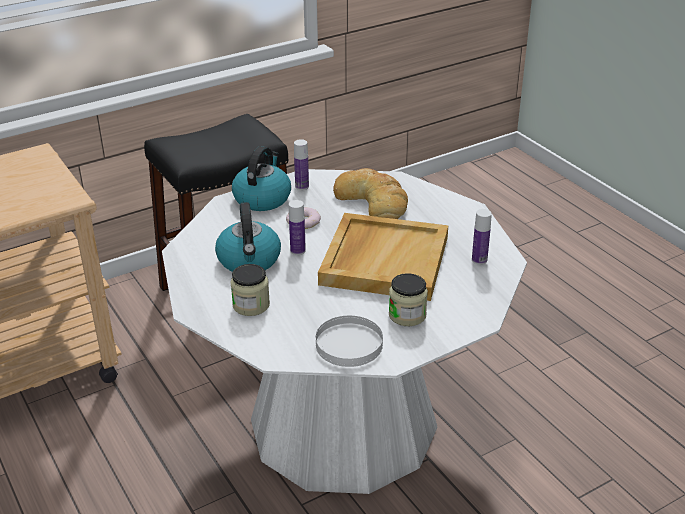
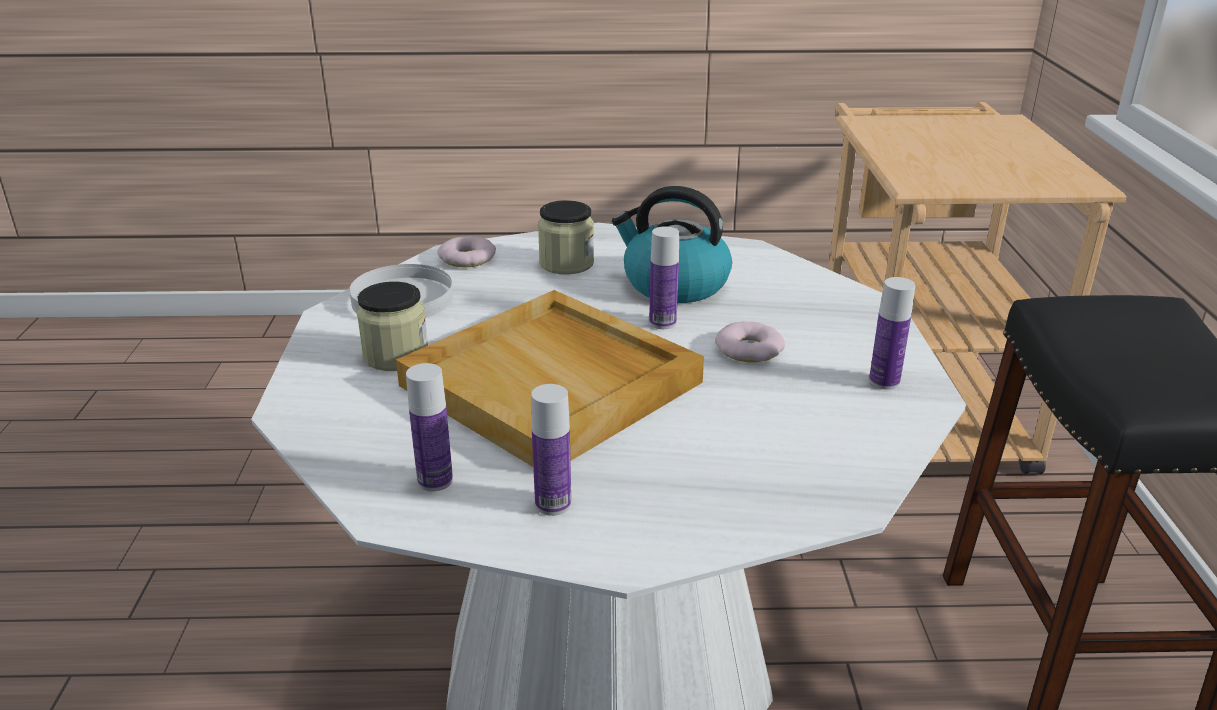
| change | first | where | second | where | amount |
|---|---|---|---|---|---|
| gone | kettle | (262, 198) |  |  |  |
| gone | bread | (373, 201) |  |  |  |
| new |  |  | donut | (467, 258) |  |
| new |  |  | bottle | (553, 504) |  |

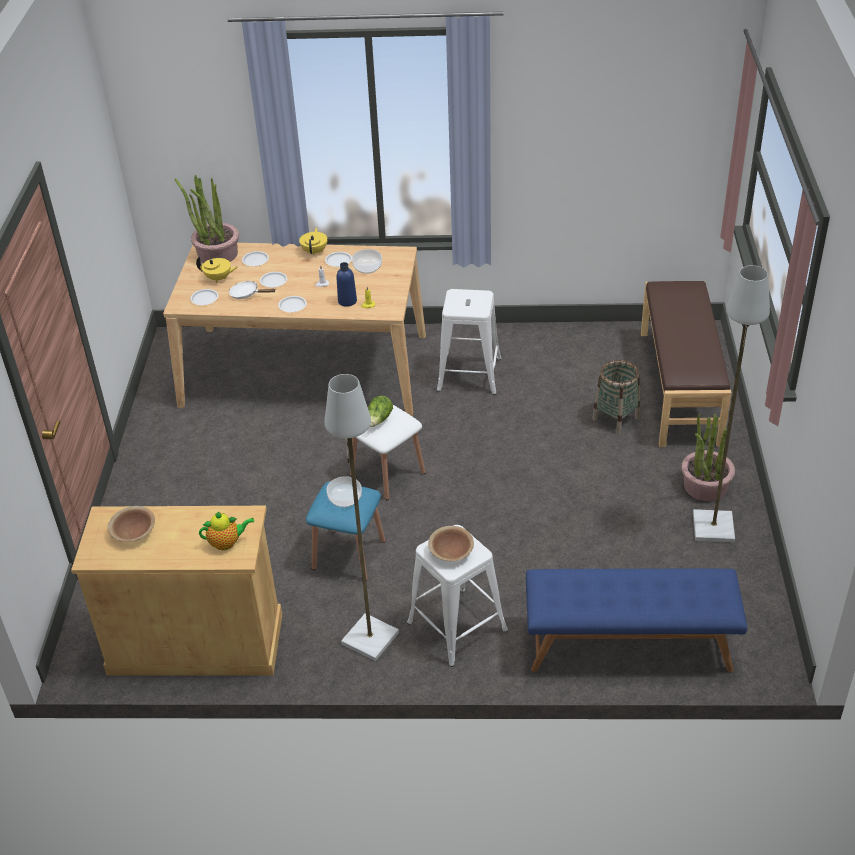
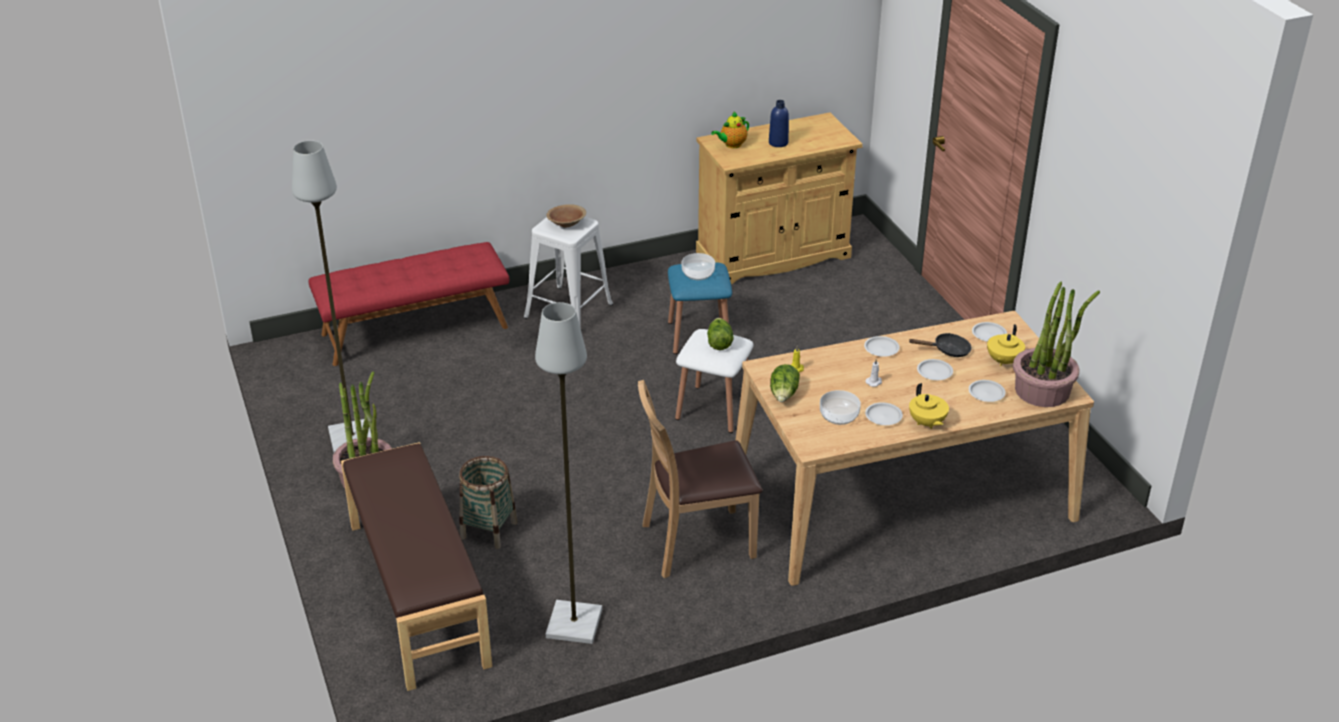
| change | first | where | second | where | amount |
|---|---|---|---|---|---|
| gone | bowl (brown) | (134, 533) |  |  |  |
| rotated | teapot (yellow) | (218, 278) |  | (1003, 361) | 45 degrees counterclockwise |
| repainted | frying pan (white) | (247, 294) | frying pan (black) | (947, 350) |  |
| shifted | floor lamp (grey) | (370, 639) |  | (573, 623) |  |
| shifted | bottle (blue) | (347, 301) |  | (778, 143) |  |
| swapped | stool (white) | (469, 374) | chair (brown) | (697, 542) |  |
| repainted | bench (blue) | (628, 646) | bench (red) | (414, 330) |  |
| new |  |  | lettuce | (784, 394) |  |

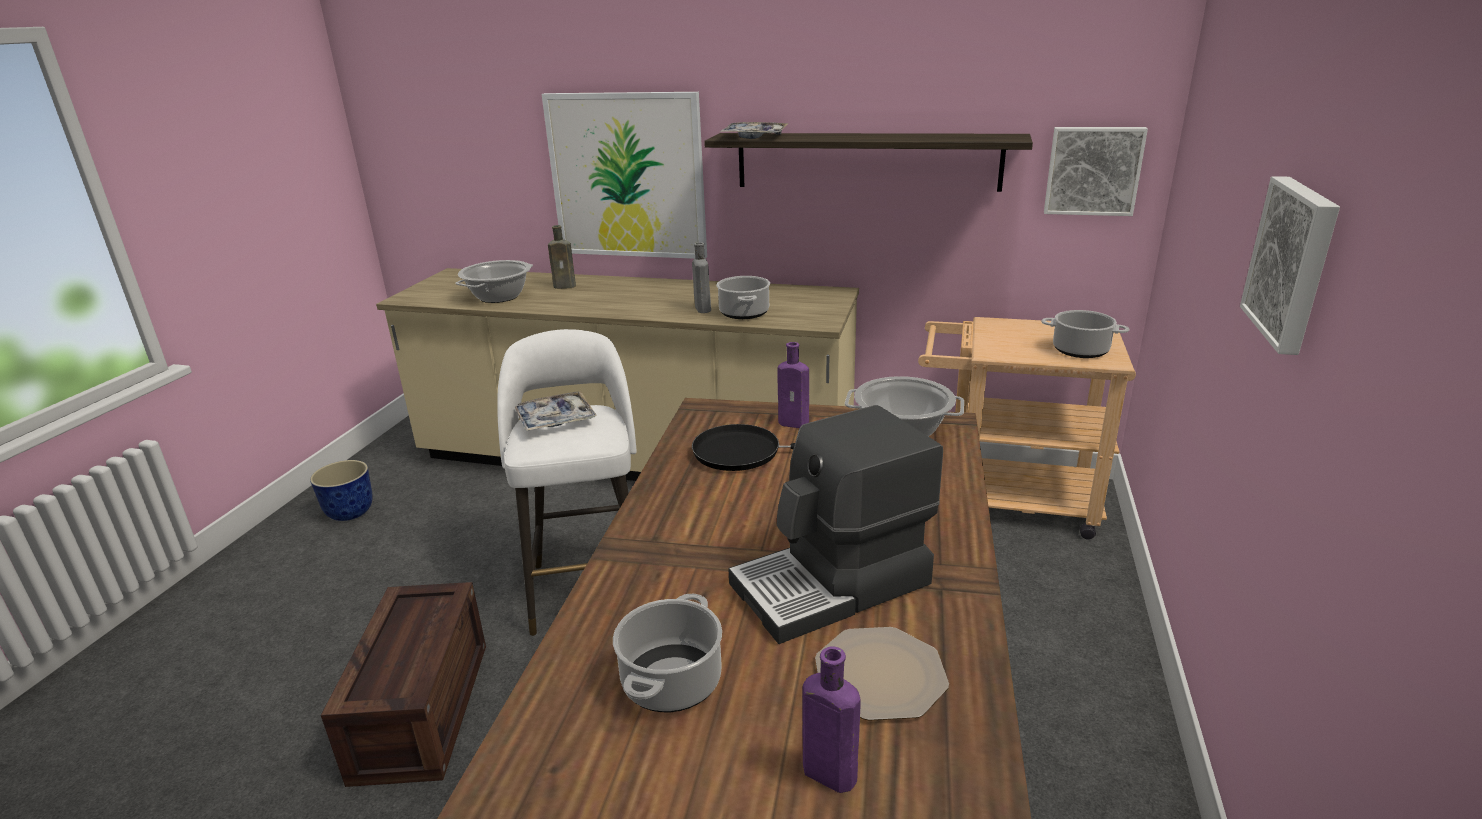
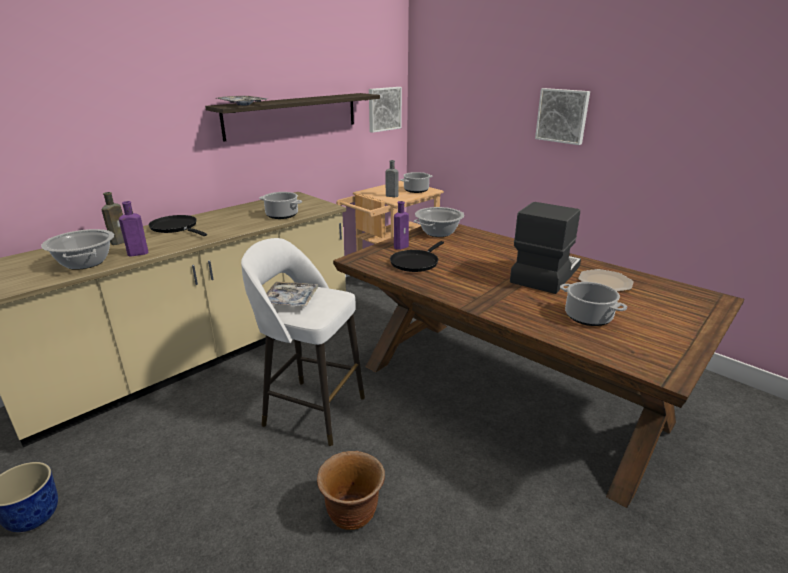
| change | first | where | second | where | amount |
|---|---|---|---|---|---|
| swapped | crate | (420, 708) | planter (brown) | (352, 514) |  |
| gone | picture | (627, 176) |  |  |  |
| shifted | bottle (grey) | (702, 308) |  | (391, 196) |  |
| rotated | coffee machine | (833, 585) |  | (544, 274) | 150 degrees counterclockwise |
| shifted | bottle (purple) | (825, 772) |  | (136, 254) |  |
| new |  |  | frying pan (black) | (176, 227) |  |

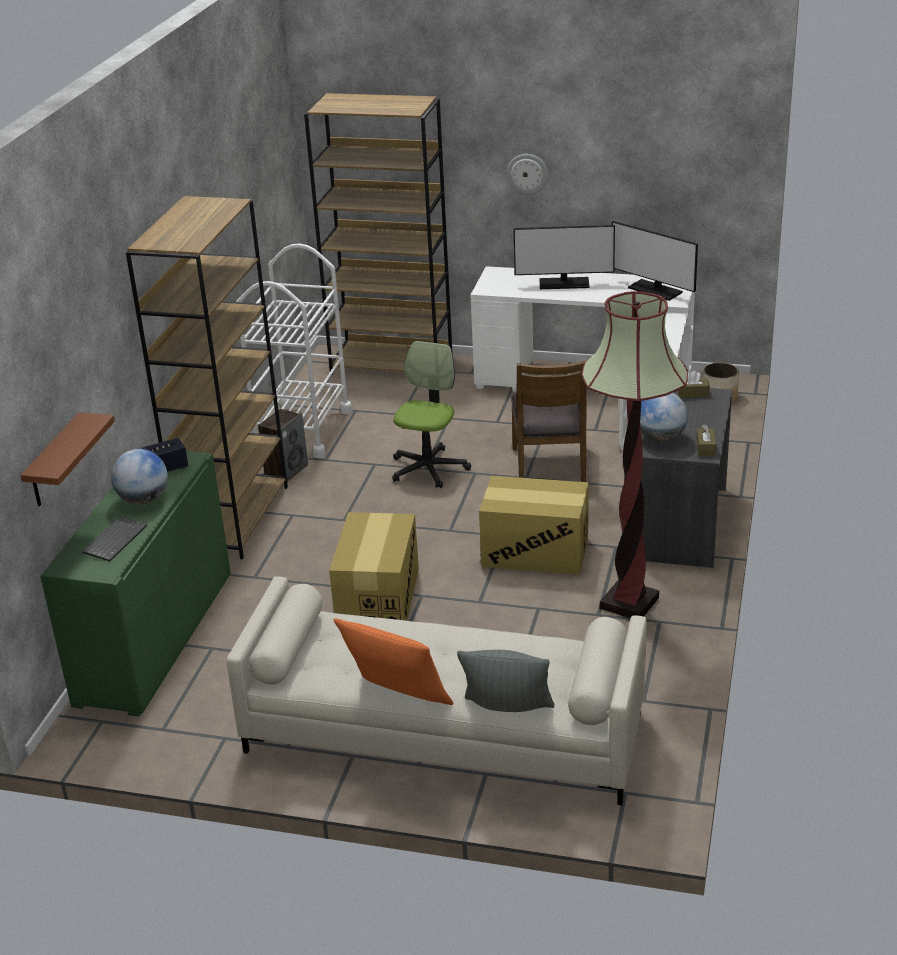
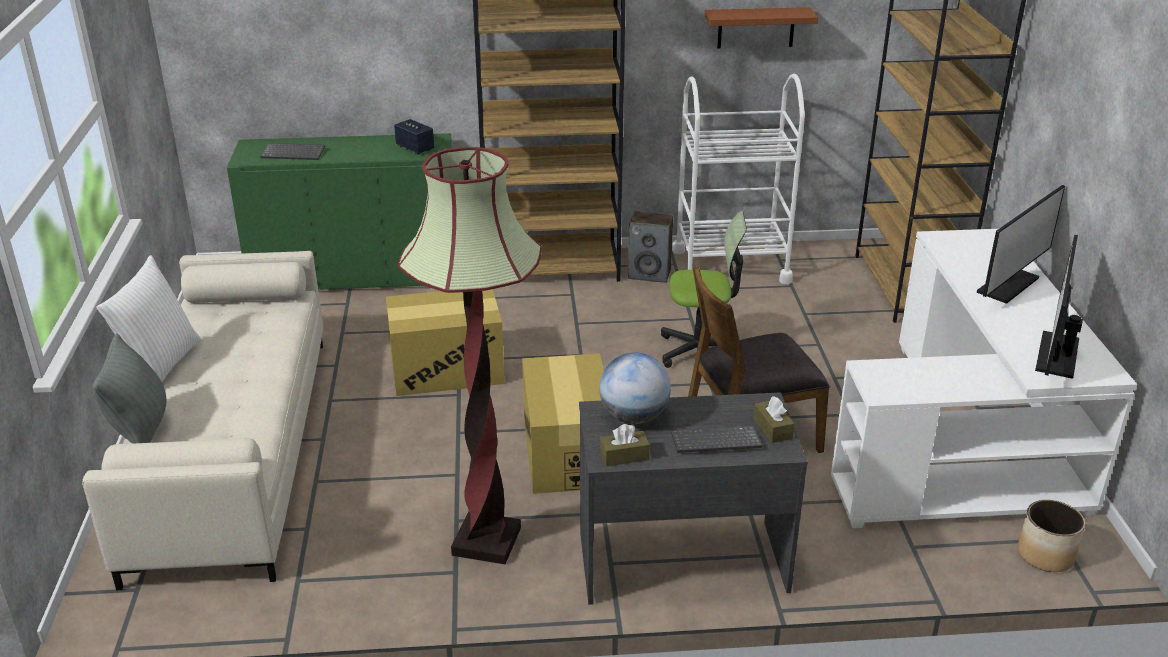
| change | first | where | second | where | amount |
|---|---|---|---|---|---|
| shifted | shelf (brown) | (54, 462) |  | (756, 27) |  |
| gone | globe | (143, 500) |  |  |  |
| repainted | pillow (orange) | (397, 701) | pillow (white) | (160, 365) |  |
| gone | wall clock | (527, 173) |  |  |  |
| rotated | monitor | (564, 284) |  | (1007, 285) | 120 degrees counterclockwise |
| new |  |  | keyboard | (714, 442) |  |

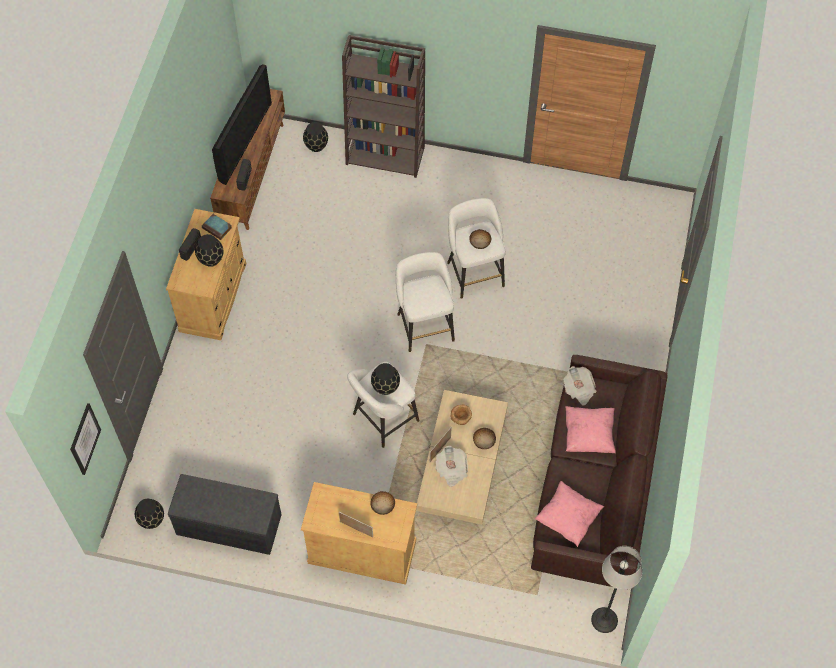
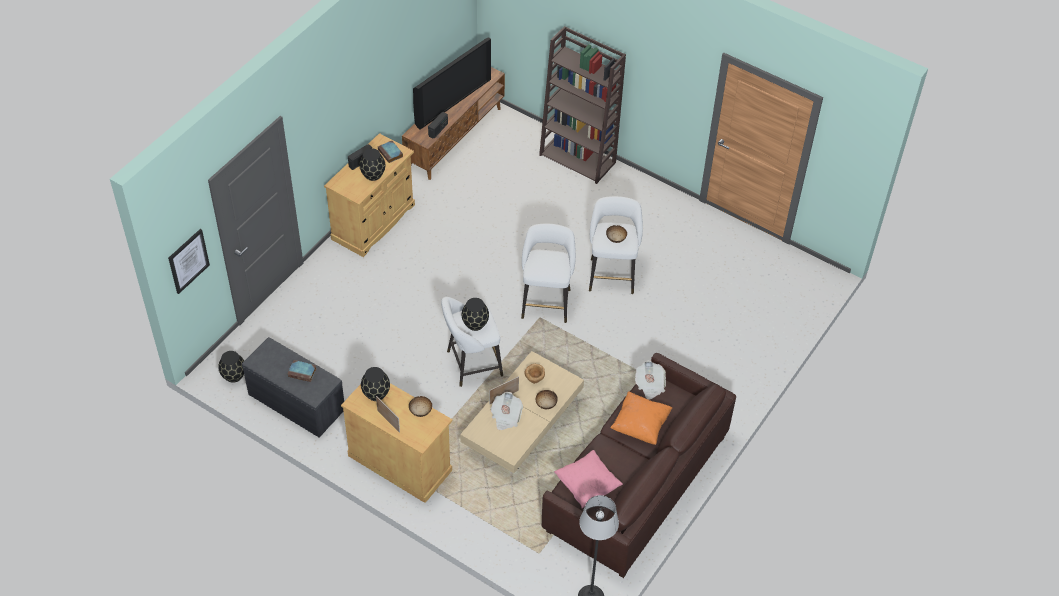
| change | first | where | second | where | amount |
|---|---|---|---|---|---|
| shifted | vase (black) | (316, 145) |  | (376, 393) |  |
| repainted | pillow (pink) | (588, 435) | pillow (orange) | (640, 425) |  |
| new |  |  | book | (303, 372) |  |

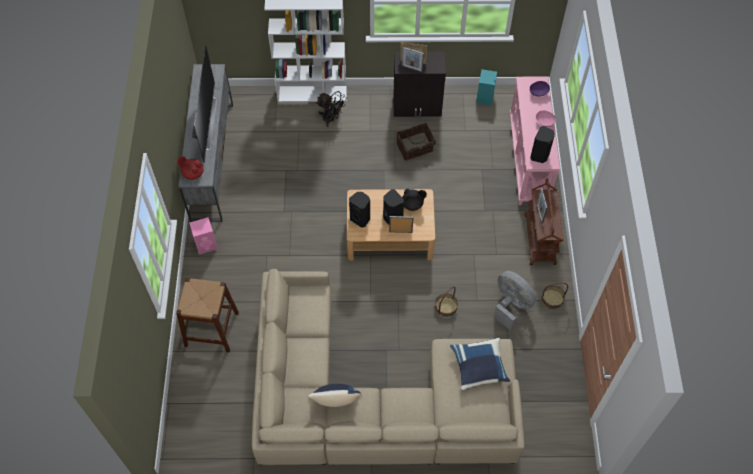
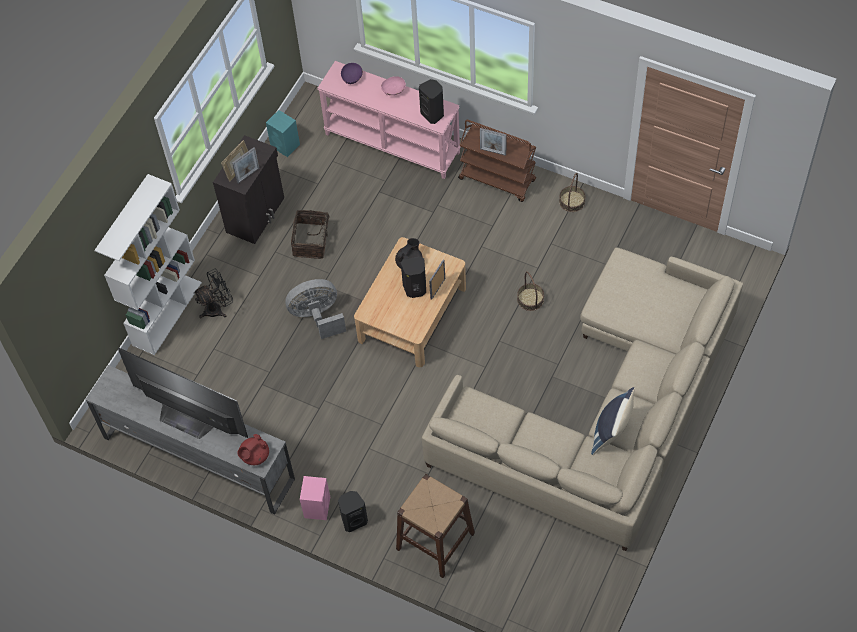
| change | first | where | second | where | amount |
|---|---|---|---|---|---|
| shifted | speaker (black) | (360, 218) |  | (354, 520) |  |
| gone | pillow (blue) | (479, 367) |  |  |  |
| shifted | fan (grey) | (511, 305) |  | (317, 317) |  |

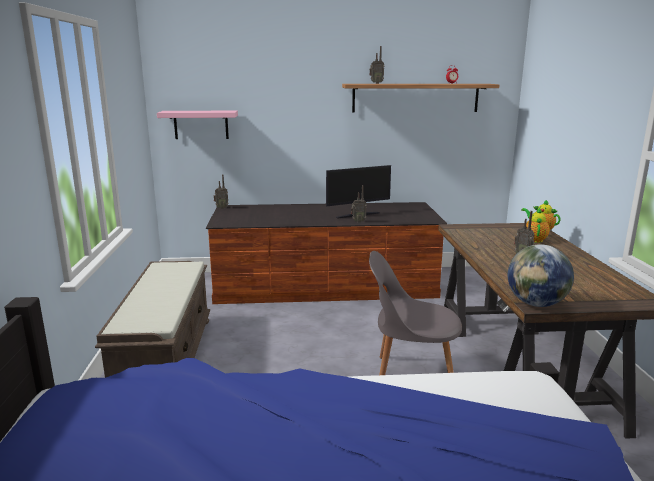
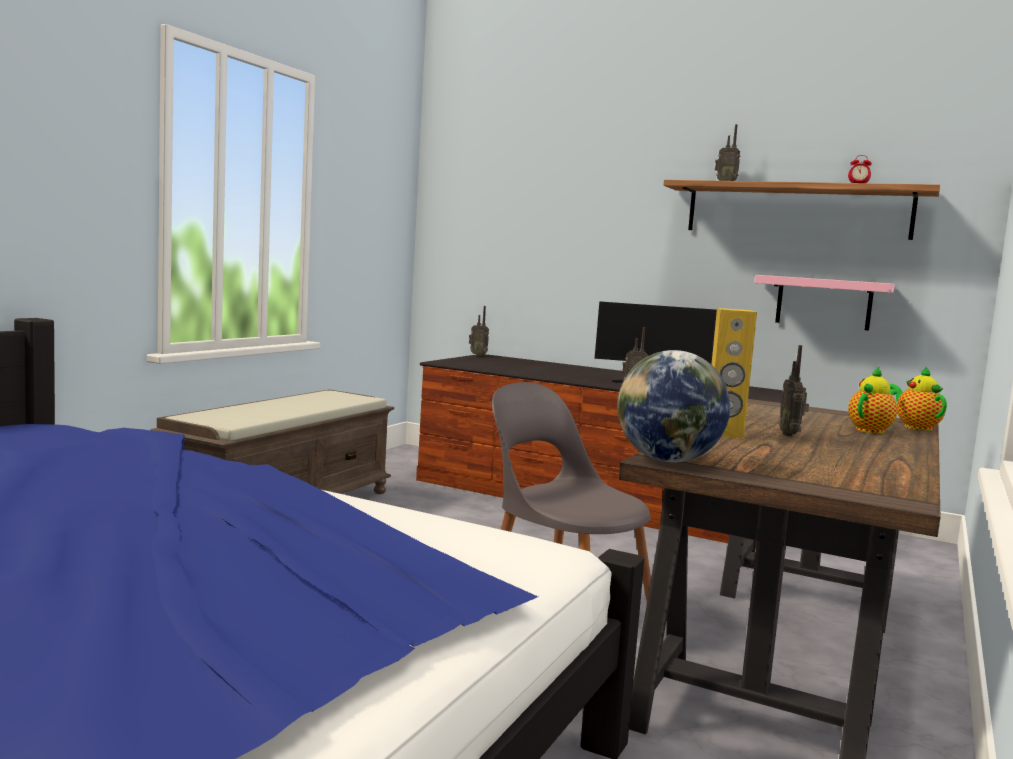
| change | first | where | second | where | amount |
|---|---|---|---|---|---|
| shifted | shelf (pink) | (201, 124) |  | (823, 302) |  |
| new |  |  | speaker (yellow) | (724, 433) |  |

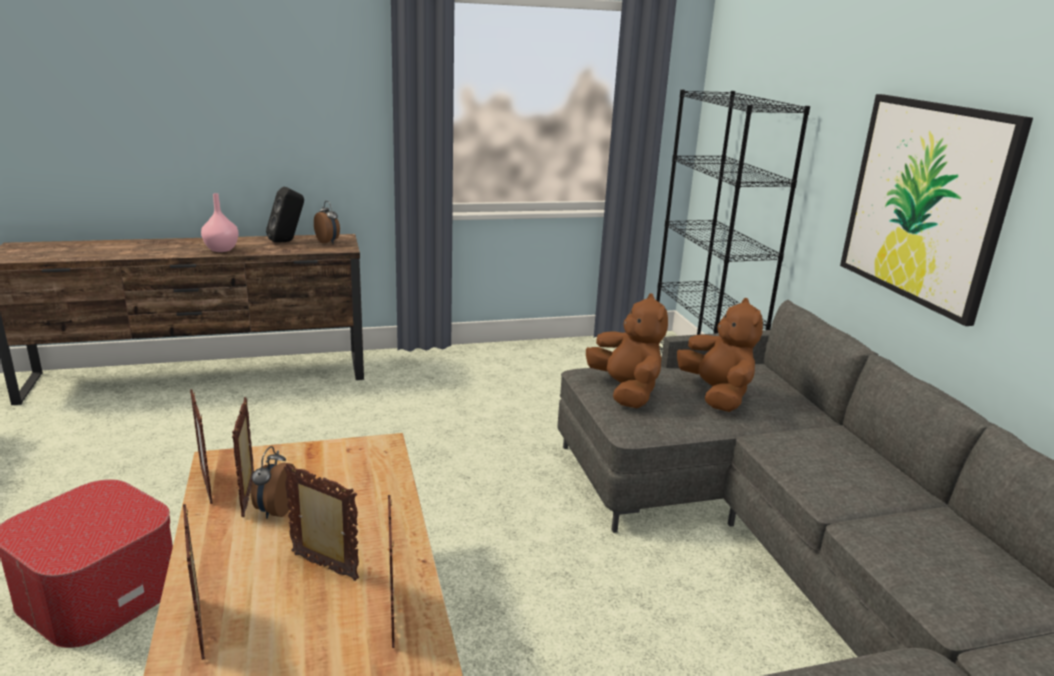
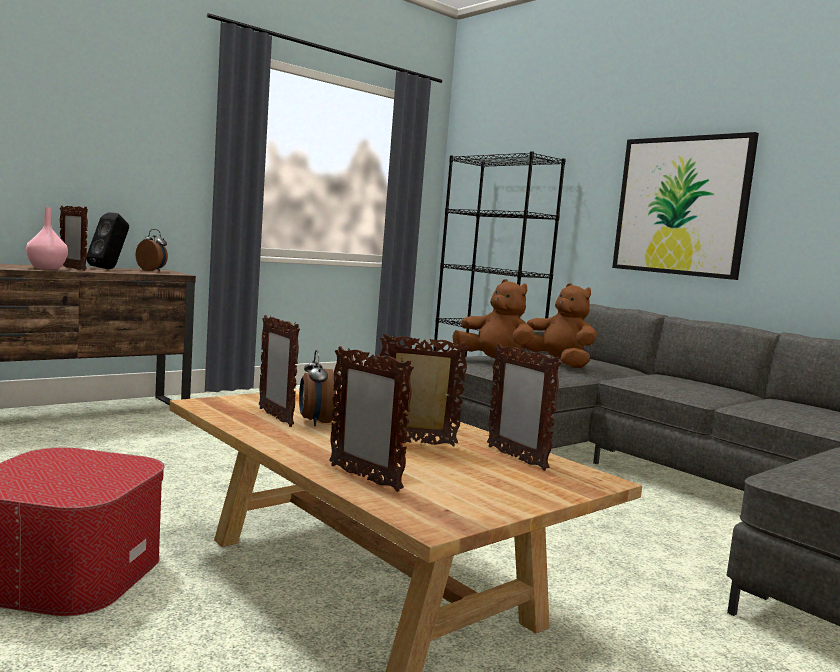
| change | first | where | second | where | amount |
|---|---|---|---|---|---|
| shifted | picture frame | (207, 485) |  | (72, 268) |  |

